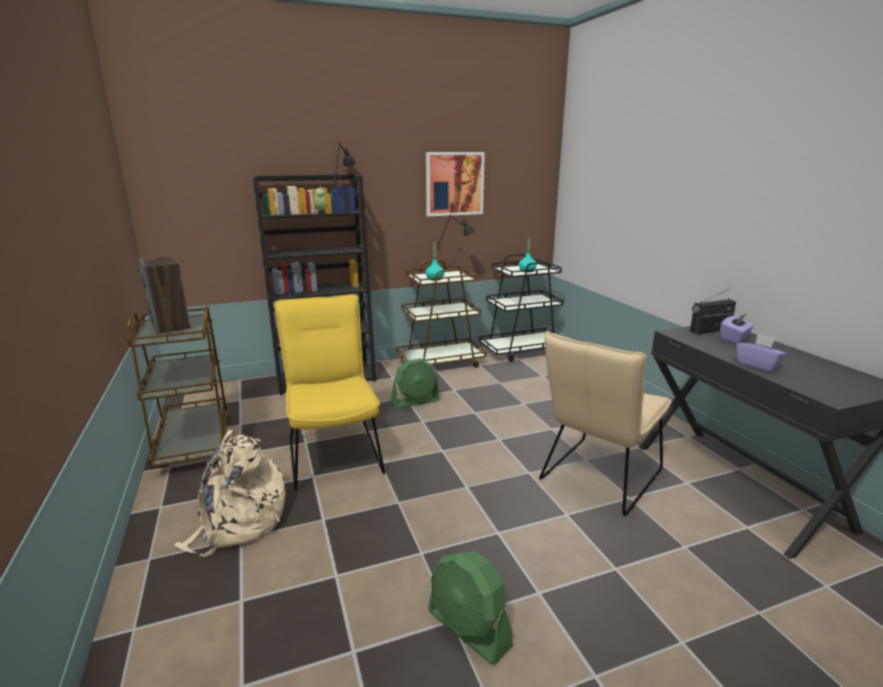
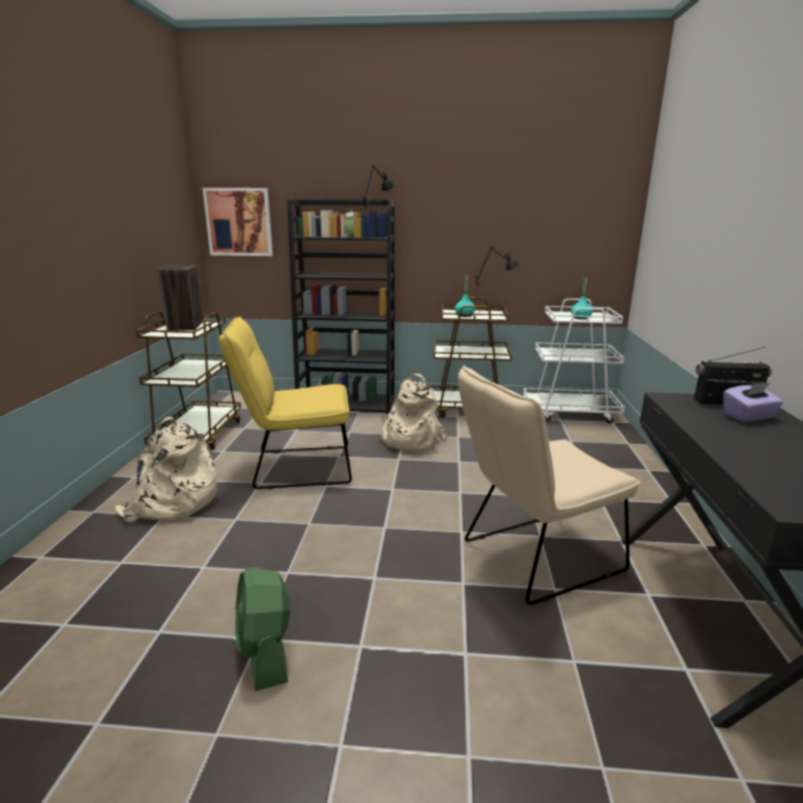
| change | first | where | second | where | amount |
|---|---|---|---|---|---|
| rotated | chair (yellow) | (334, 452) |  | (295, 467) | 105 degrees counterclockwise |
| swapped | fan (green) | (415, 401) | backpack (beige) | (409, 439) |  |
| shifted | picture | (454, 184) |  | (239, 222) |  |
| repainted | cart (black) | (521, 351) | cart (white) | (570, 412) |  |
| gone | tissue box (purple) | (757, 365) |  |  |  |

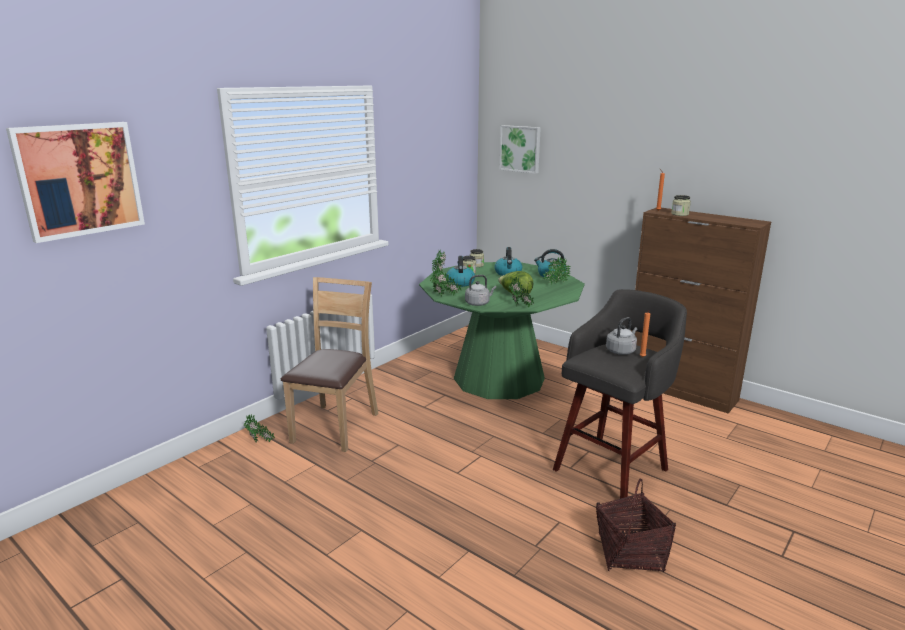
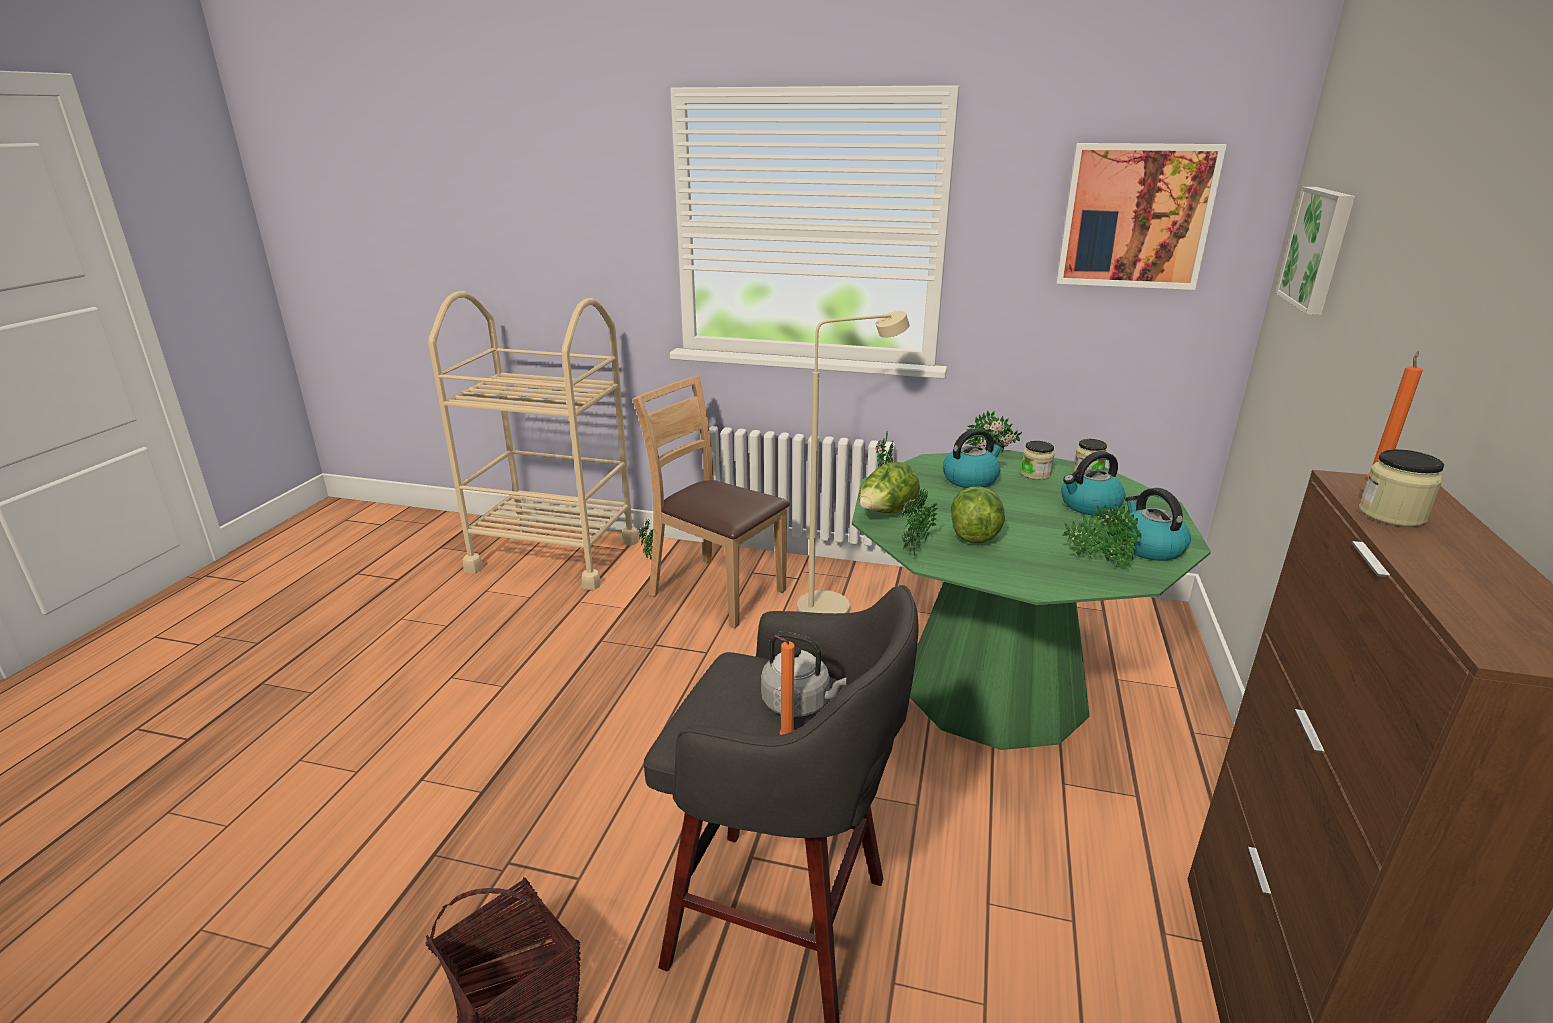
| change | first | where | second | where | amount |
|---|---|---|---|---|---|
| shifted | picture | (79, 180) |  | (1135, 216) |  |
| rotated | chair (brown) | (335, 427) |  | (717, 591) | 135 degrees counterclockwise |
| swapped | kettle (grey) | (478, 303) | lettuce | (886, 513) |  |
| new |  |  | cart (beige) | (554, 555) |  |
| new |  |  | floor lamp (beige) | (837, 608) |  |

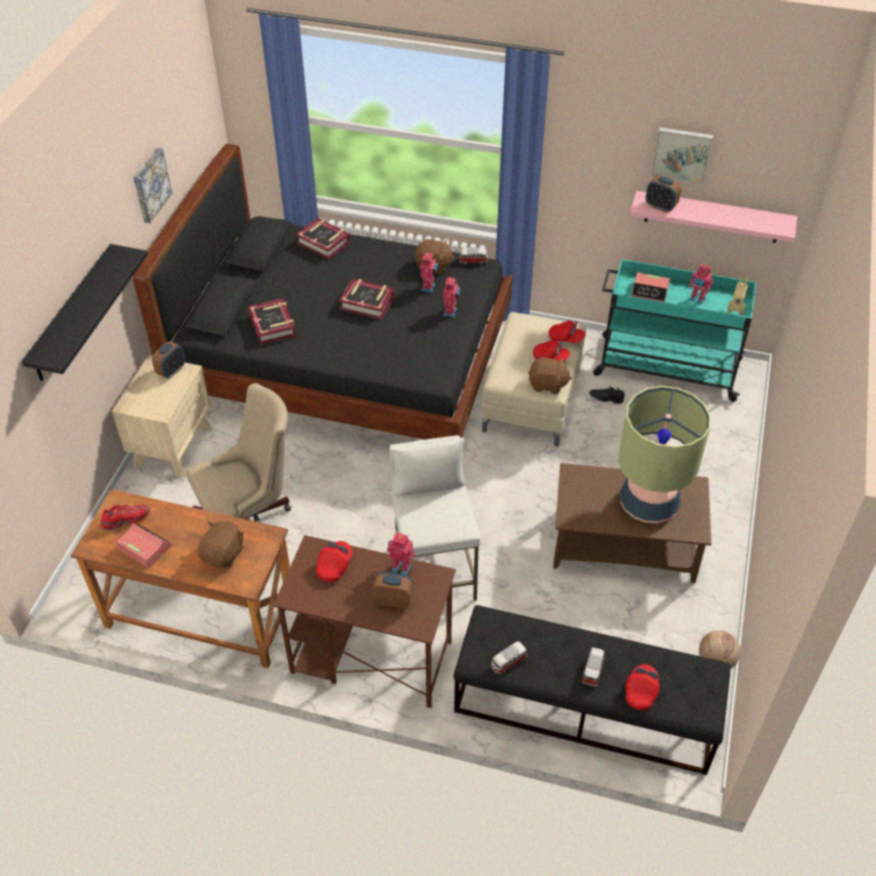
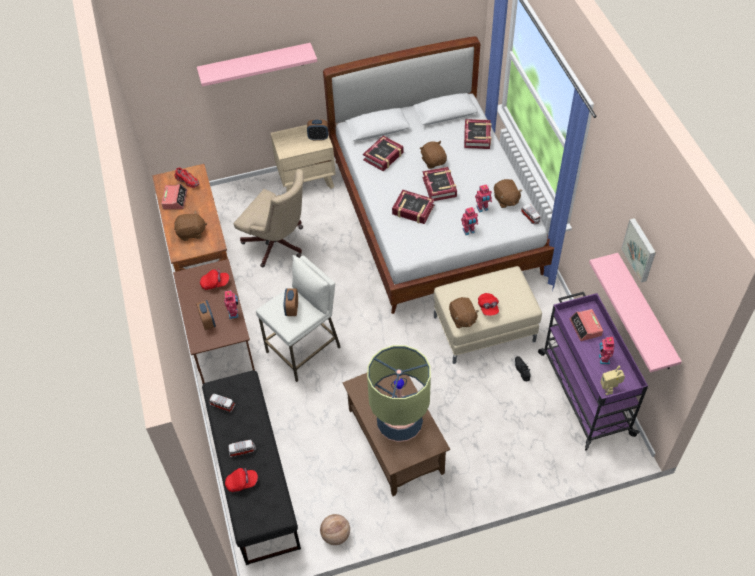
| change | first | where | second | where | amount |
|---|---|---|---|---|---|
| repainted | shelf (black) | (73, 314) | shelf (pink) | (255, 64) |  |
| repainted | bed (black) | (344, 363) | bed (white) | (434, 216) |  |
| gone | picture | (150, 184) |  |  |  |
| gone | cap (red) | (566, 338) |  |  |  |
| repainted | cart (turquoise) | (665, 368) | cart (purple) | (584, 392) |  |
| shifted | alarm clock | (660, 206) |  | (292, 309) |  |
| new |  |  | book | (413, 210) |  |
| new |  |  | plush toy (brown) | (433, 161) |  |

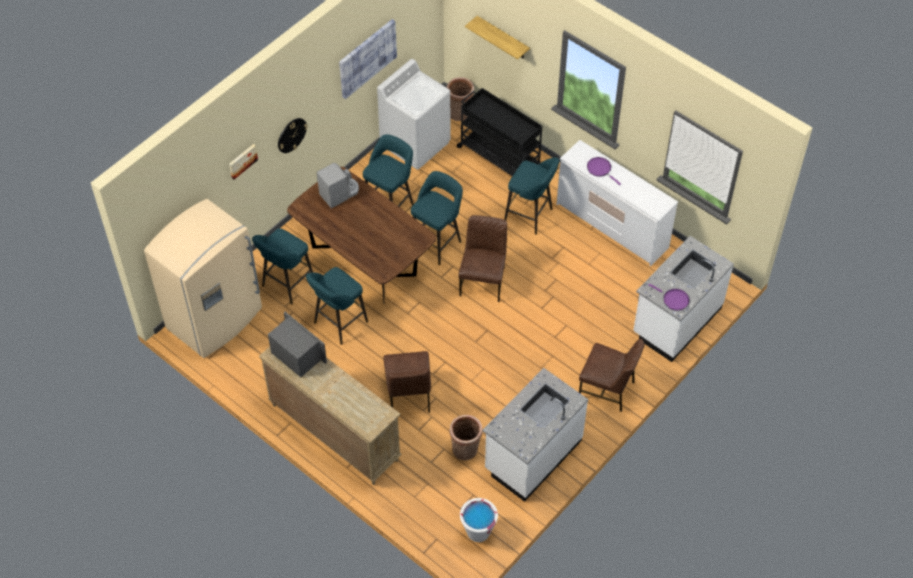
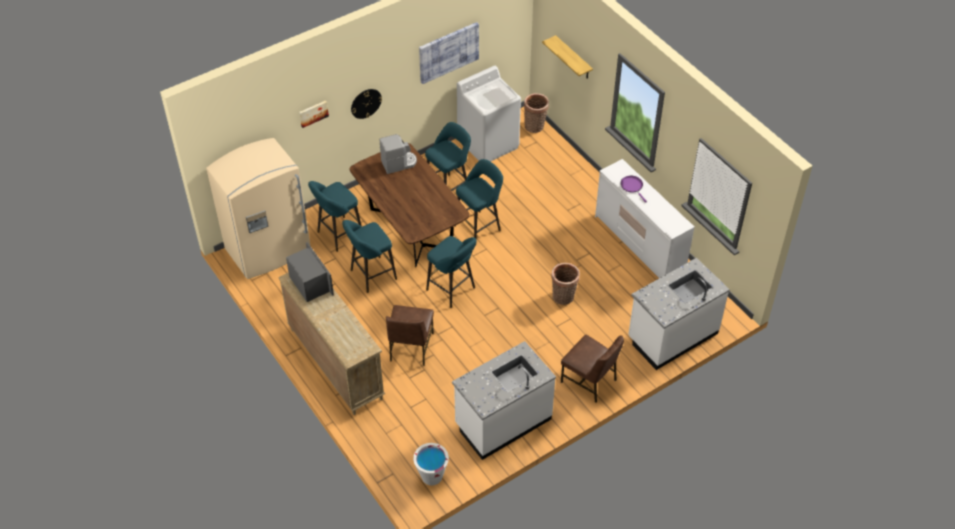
| change | first | where | second | where | amount |
|---|---|---|---|---|---|
| shifted | basket | (465, 451) |  | (563, 297) |  |
| gone | cart (black) | (499, 157) |  |  |  |
| gone | chair (brown) | (483, 281) |  |  |  |
| shifted | stool (turquoise) | (531, 216) |  | (452, 290) |  |
| gone | frying pan (purple) | (674, 299) |  |  |  |

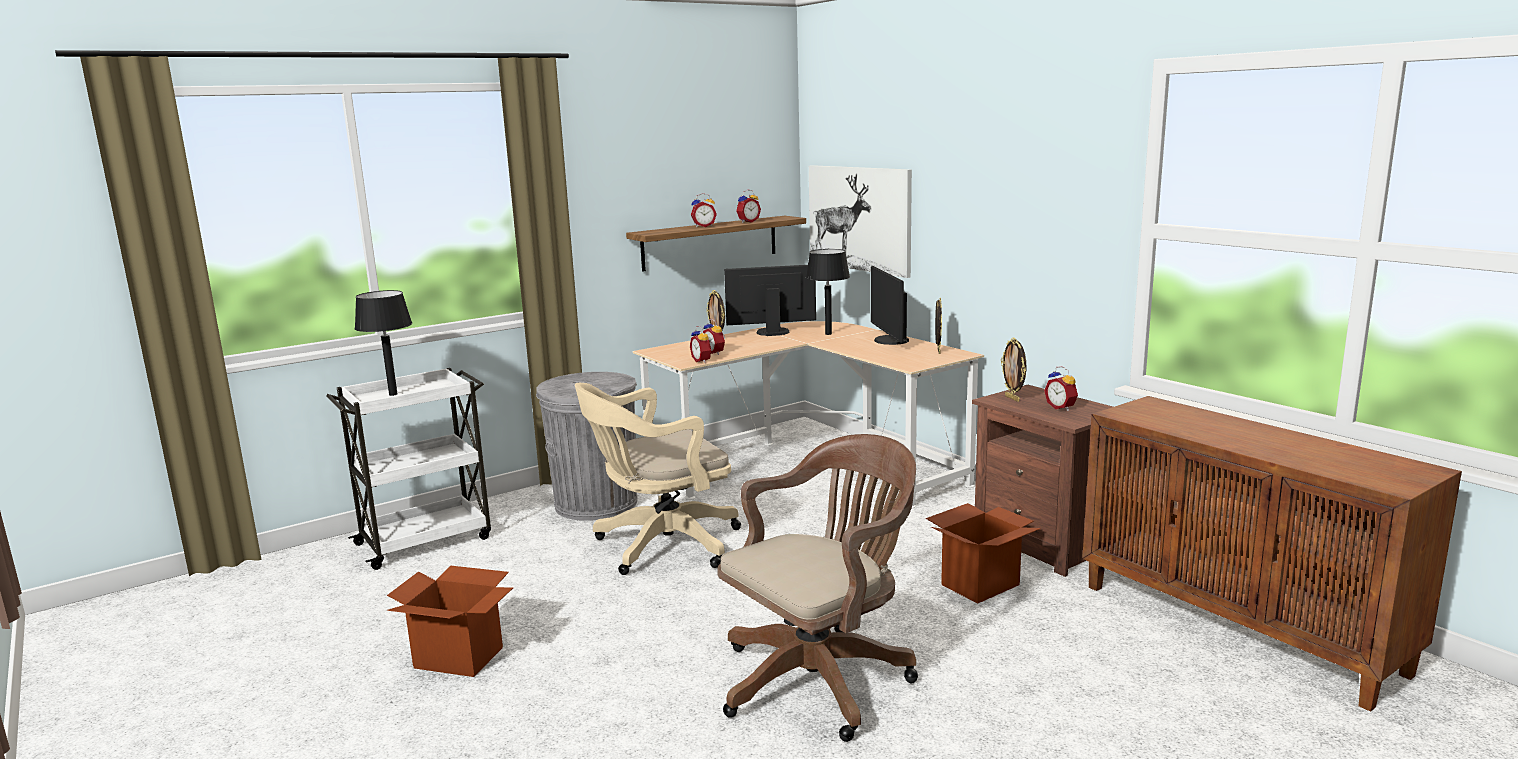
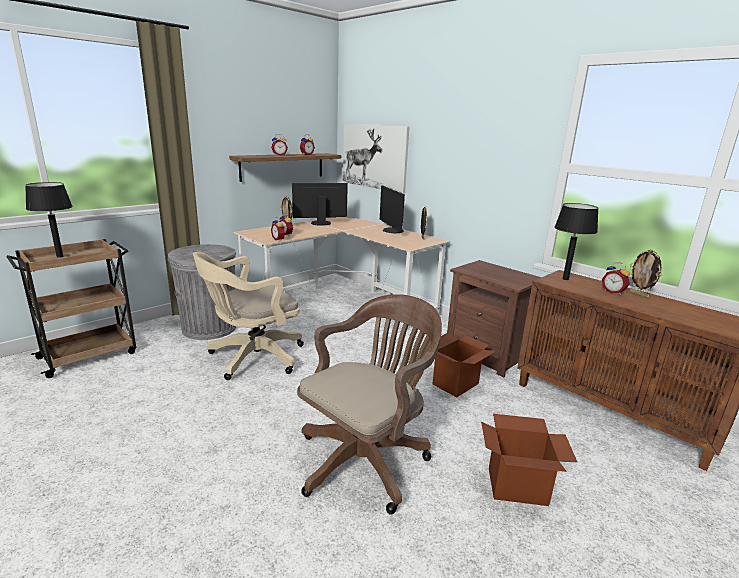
| change | first | where | second | where | amount |
|---|---|---|---|---|---|
| repainted | cart (white) | (426, 540) | cart (brown) | (90, 355) |  |
| shifted | cardboard box | (459, 658) |  | (517, 486) |  |
| shifted | table lamp (black) | (828, 334) |  | (565, 279) |  |
| shifted | picture frame | (1013, 398) |  | (639, 294) |  |
| shifted | alarm clock | (1061, 407) |  | (613, 292) |  |

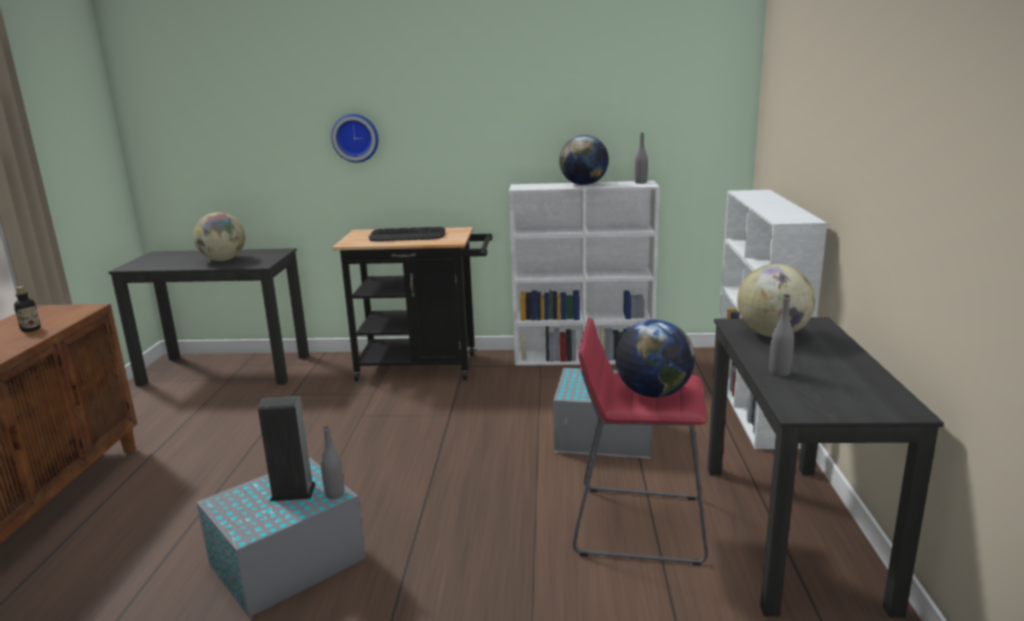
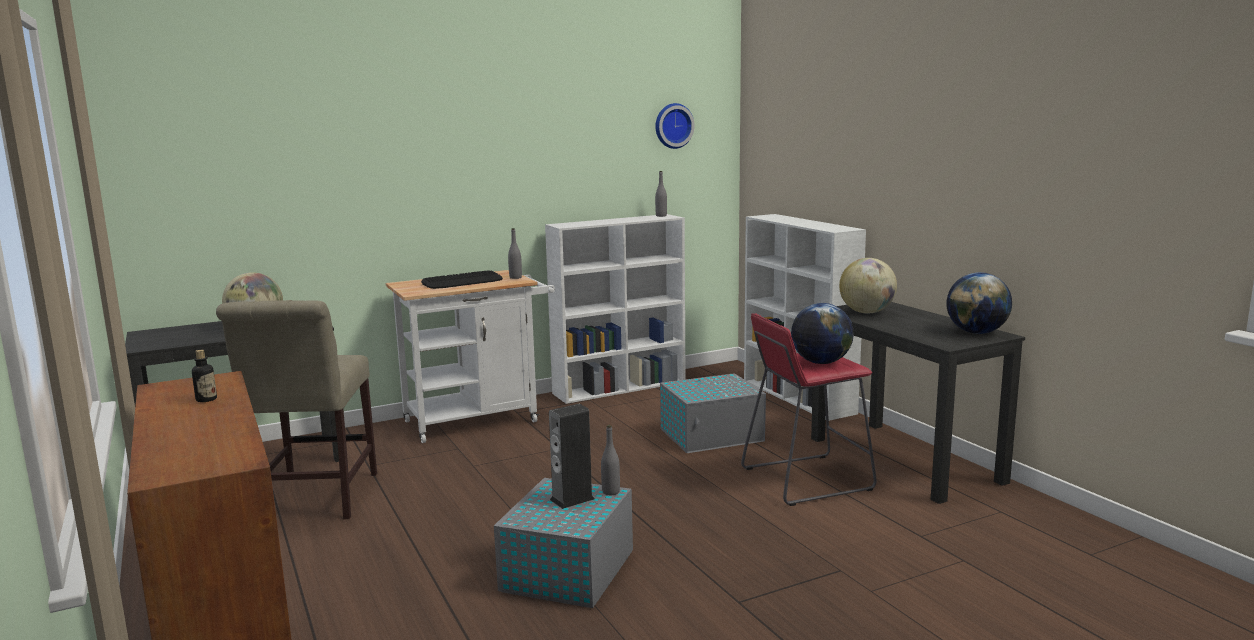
| change | first | where | second | where | amount |
|---|---|---|---|---|---|
| shifted | wall clock | (356, 137) |  | (673, 126) |  |
| repainted | cart (black) | (425, 367) | cart (white) | (479, 419) |  |
| shifted | globe | (584, 185) |  | (977, 332) |  |
| shifted | bottle (grey) | (779, 373) |  | (515, 277) |  |
| new |  |  | chair (beige) | (314, 500) |  |

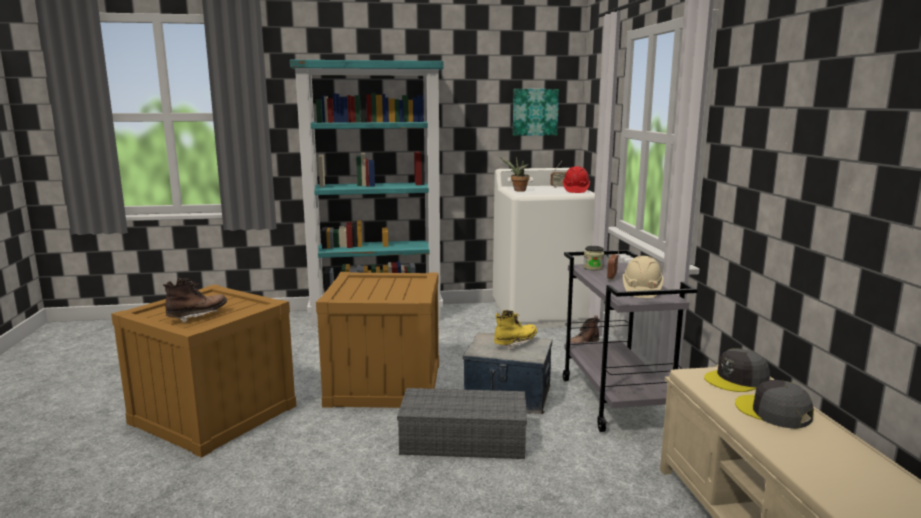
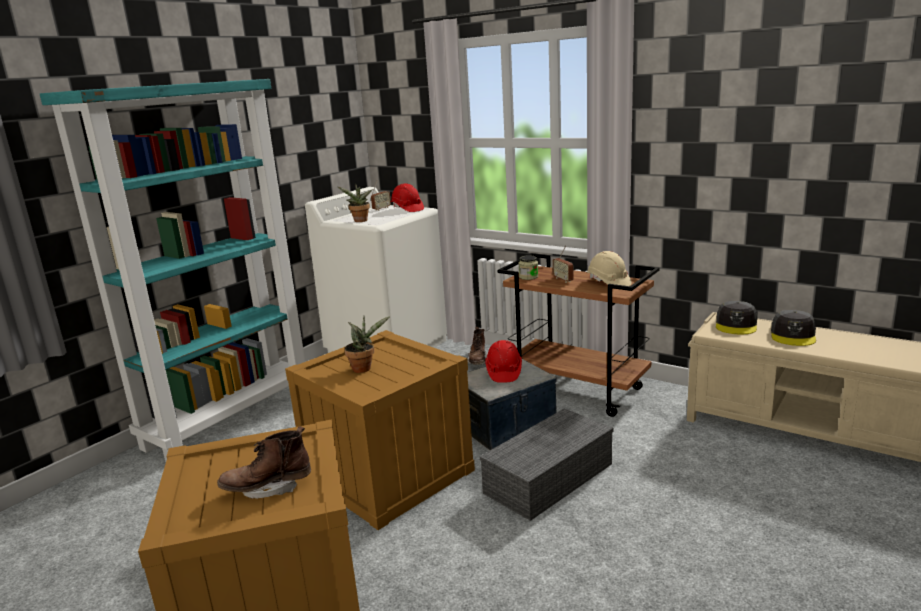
| change | first | where | second | where | amount |
|---|---|---|---|---|---|
| rotated | boot (brown) | (197, 316) |  | (268, 488) | 105 degrees counterclockwise |
| swapped | boot (yellow) | (515, 343) | hard hat (red) | (503, 372) |  |
| gone | picture | (535, 112) |  |  |  |
| repainted | cart (grey) | (616, 402) | cart (brown) | (579, 390) |  |
| rotated | cap (grey) | (773, 412) |  | (793, 335) | 75 degrees counterclockwise |
| new |  |  | potted plant | (364, 368) |  |

